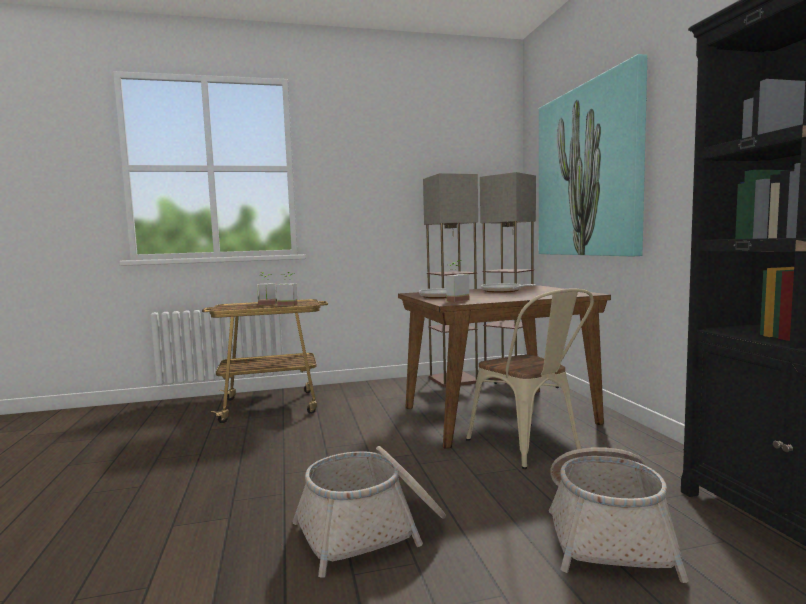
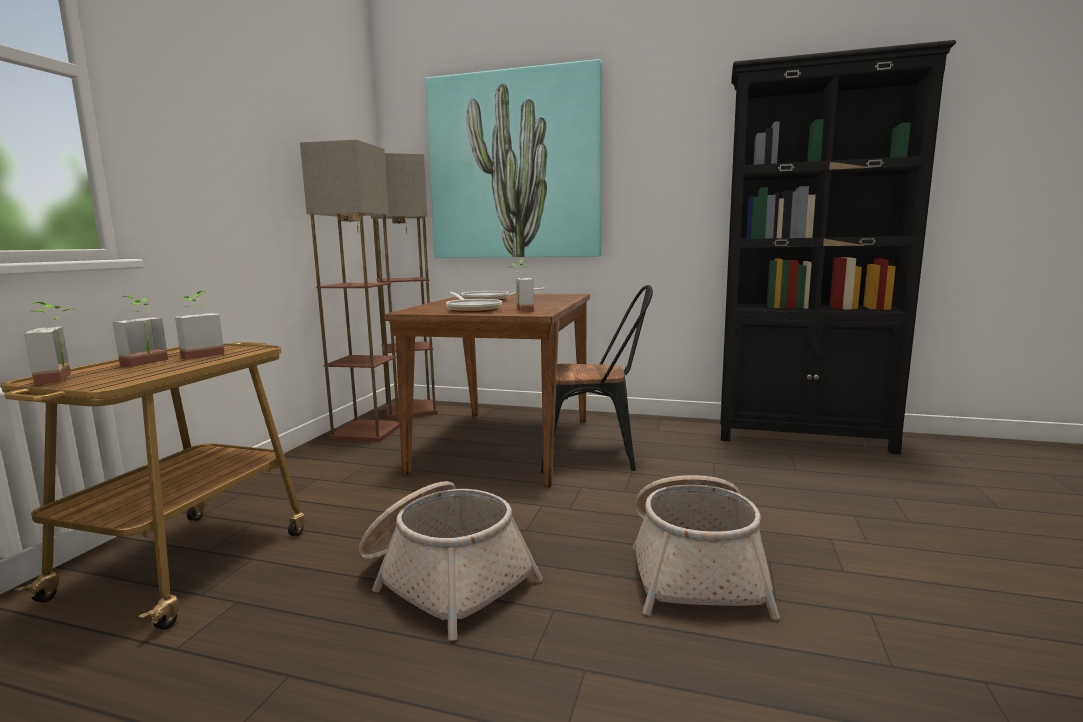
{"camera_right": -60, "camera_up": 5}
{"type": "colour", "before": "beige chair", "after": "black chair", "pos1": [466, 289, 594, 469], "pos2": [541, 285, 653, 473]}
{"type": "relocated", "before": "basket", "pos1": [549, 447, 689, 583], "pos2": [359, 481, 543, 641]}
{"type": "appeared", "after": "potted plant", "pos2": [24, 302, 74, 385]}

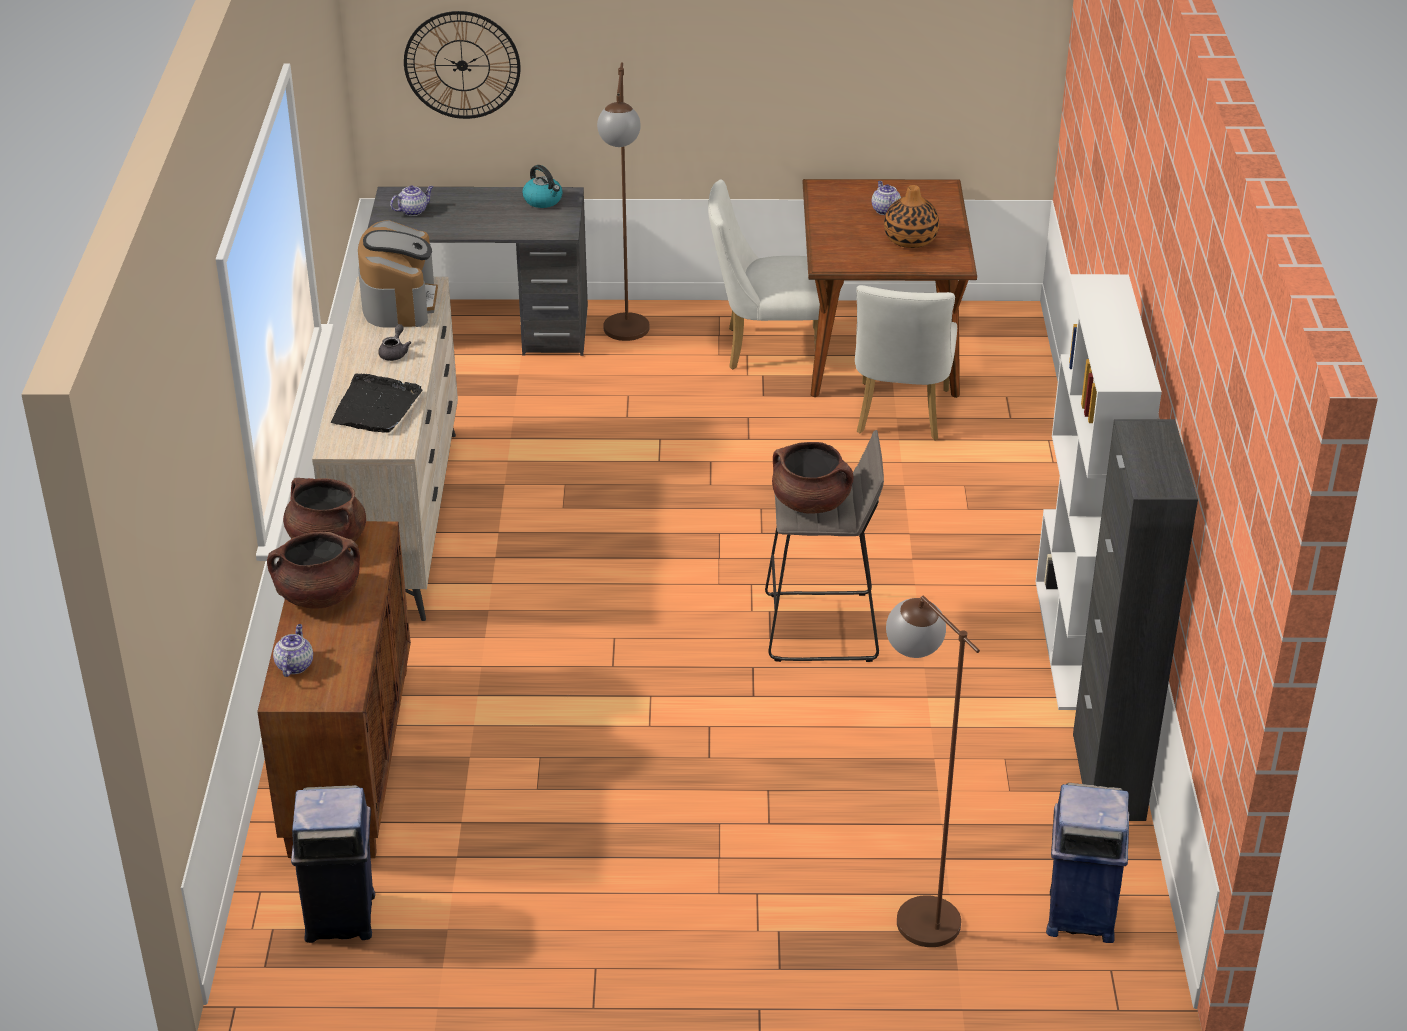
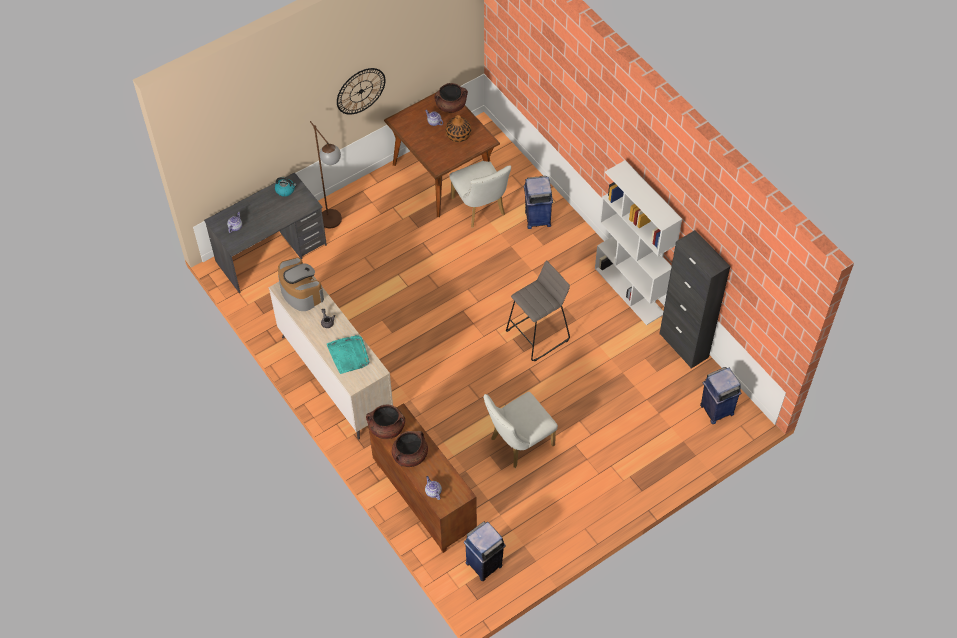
{"camera_right": -35, "camera_up": 20}
{"type": "colour", "before": "black tray", "after": "turquoise tray", "pos1": [330, 374, 423, 433], "pos2": [327, 335, 370, 374]}
{"type": "relocated", "before": "wall clock", "pos1": [404, 11, 520, 119], "pos2": [337, 68, 386, 114]}
{"type": "relocated", "before": "white chair", "pos1": [708, 180, 820, 369], "pos2": [484, 392, 558, 468]}
{"type": "relocated", "before": "brown cooking pot", "pos1": [772, 442, 853, 513], "pos2": [434, 83, 468, 113]}
{"type": "missing", "before": "brown floor lamp", "pos1": [886, 595, 980, 947]}
{"type": "appeared", "after": "blue trash can", "pos2": [524, 176, 553, 229]}

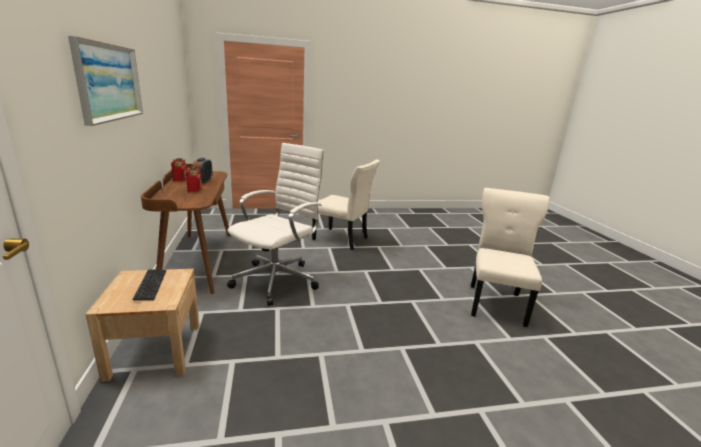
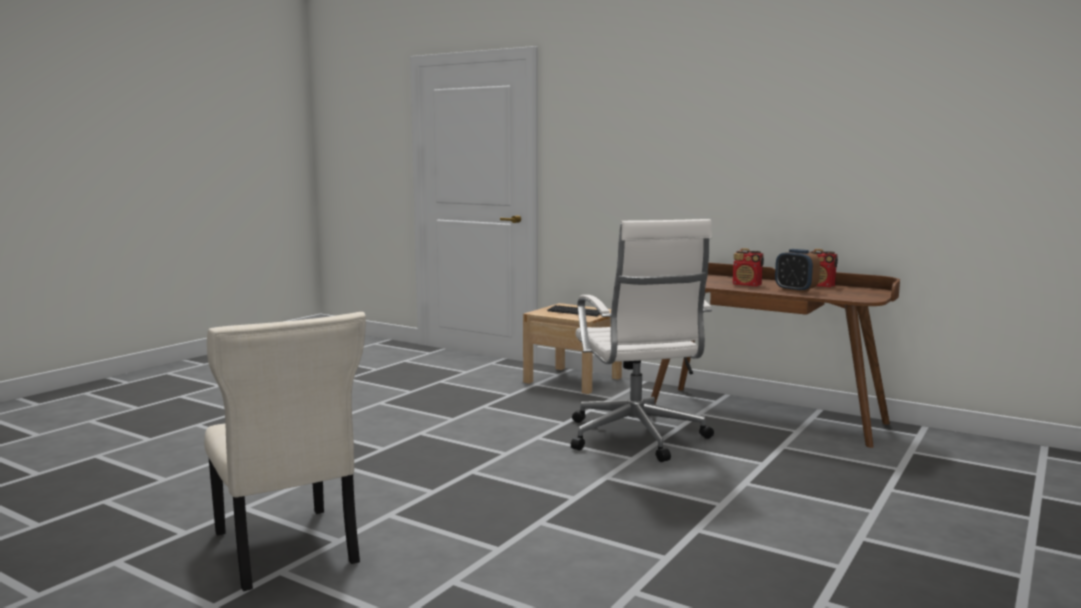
{"camera_right": 135, "camera_up": -10}
{"type": "missing", "before": "picture", "pos1": [68, 36, 143, 126]}
{"type": "missing", "before": "beige chair", "pos1": [312, 160, 380, 250]}

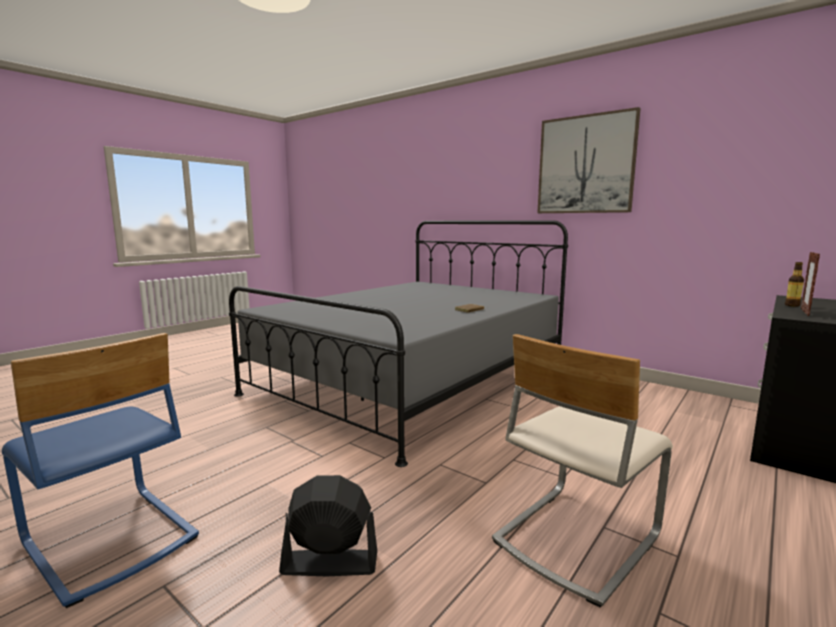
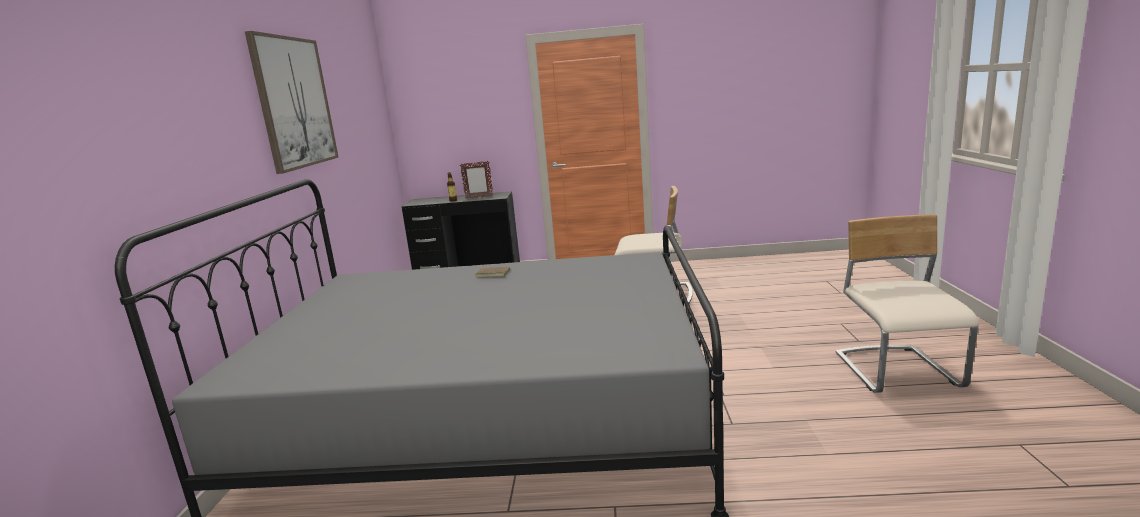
{"camera_right": -125, "camera_up": 5}
{"type": "colour", "before": "blue chair", "after": "beige chair", "pos1": [1, 333, 199, 608], "pos2": [835, 214, 979, 393]}
{"type": "missing", "before": "black fan", "pos1": [279, 475, 377, 576]}

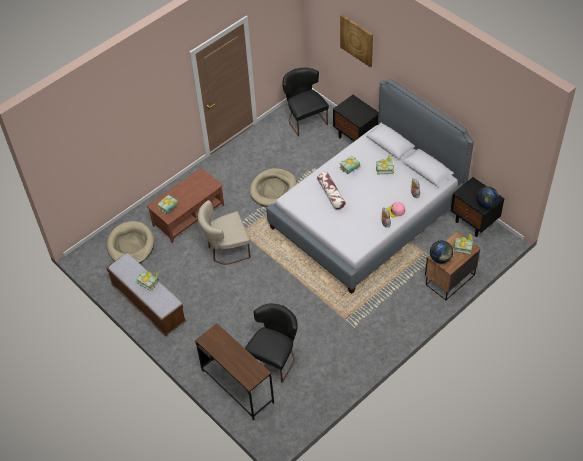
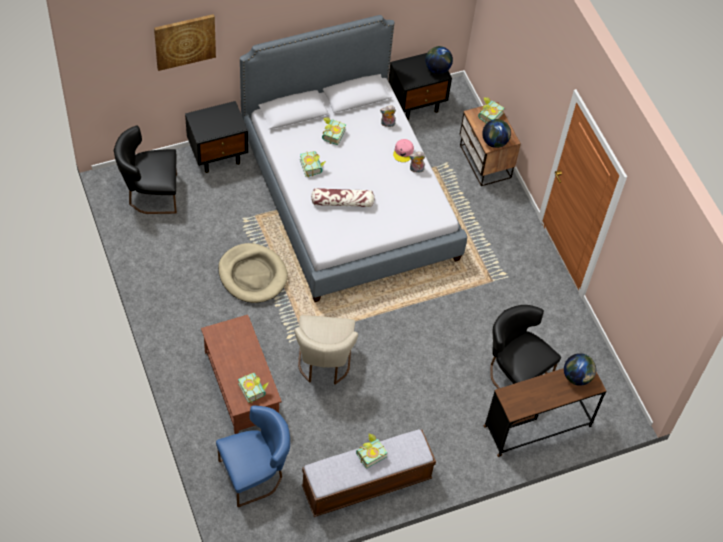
{"camera_right": -75, "camera_up": 5}
{"type": "exchanged", "before": "beige dog bed", "after": "blue chair", "pos1": [107, 221, 154, 263], "pos2": [216, 406, 290, 507]}
{"type": "appeared", "after": "globe", "pos2": [564, 353, 596, 386]}

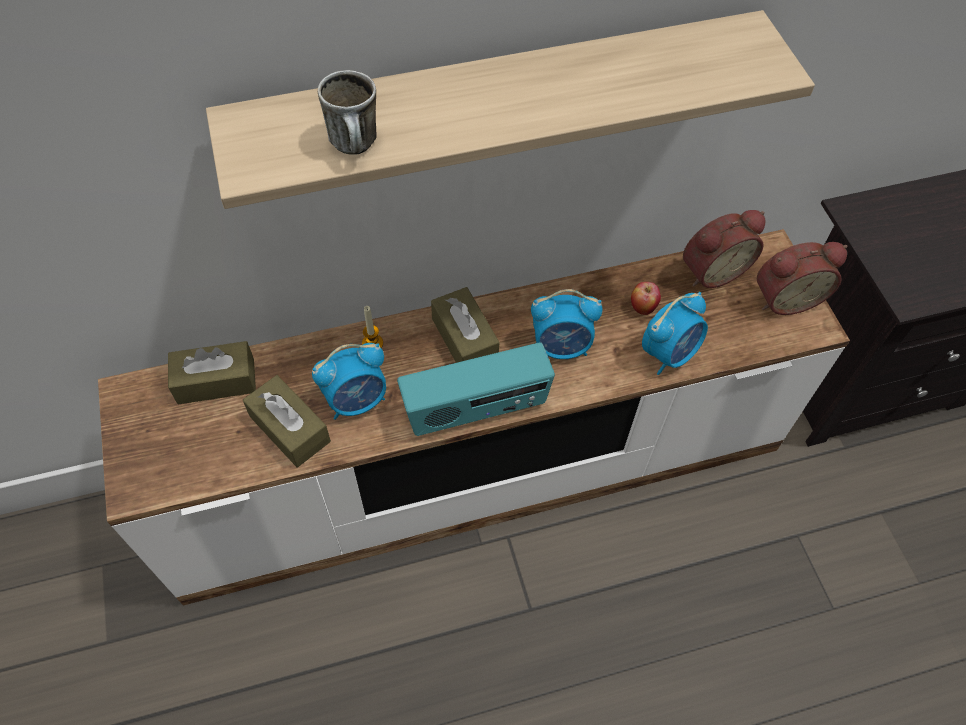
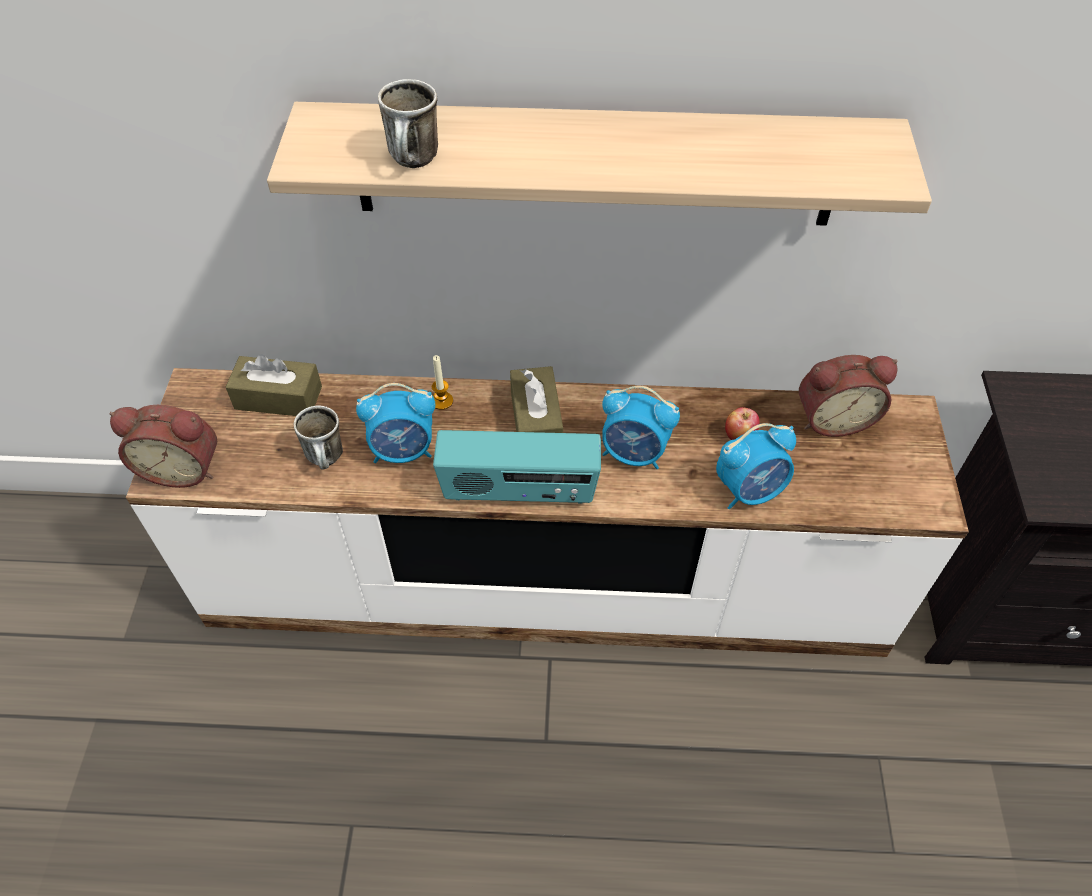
{"camera_right": 20, "camera_up": -5}
{"type": "exchanged", "before": "brown tissue box", "after": "mug", "pos1": [243, 375, 331, 467], "pos2": [294, 405, 343, 469]}
{"type": "relocated", "before": "alarm clock", "pos1": [757, 242, 847, 315], "pos2": [110, 405, 217, 488]}

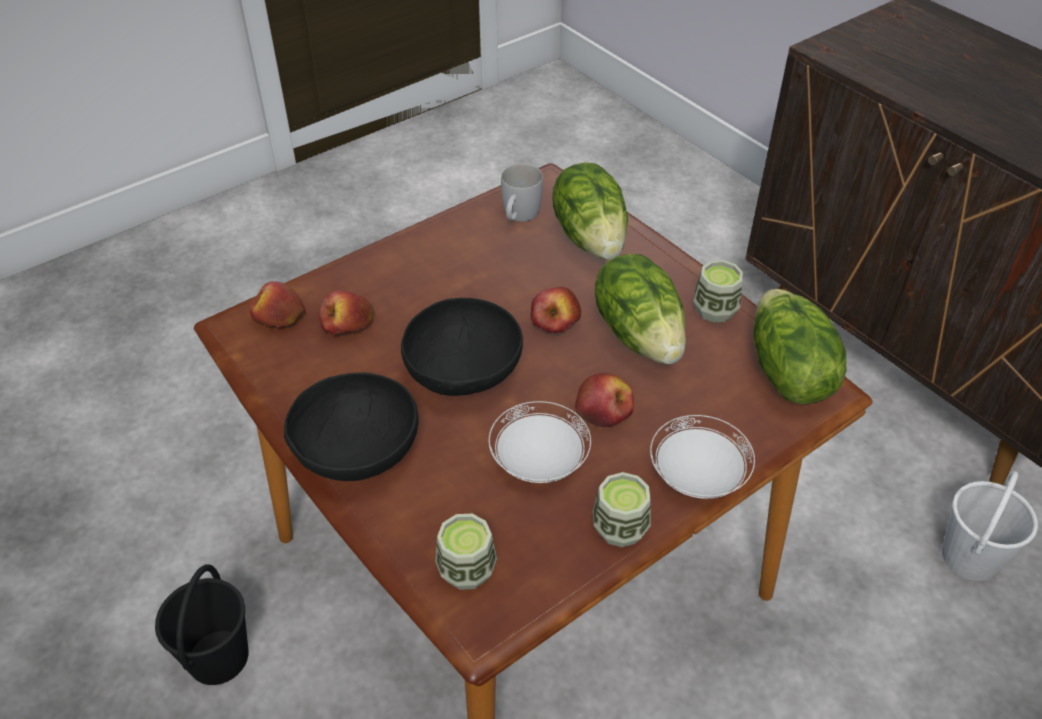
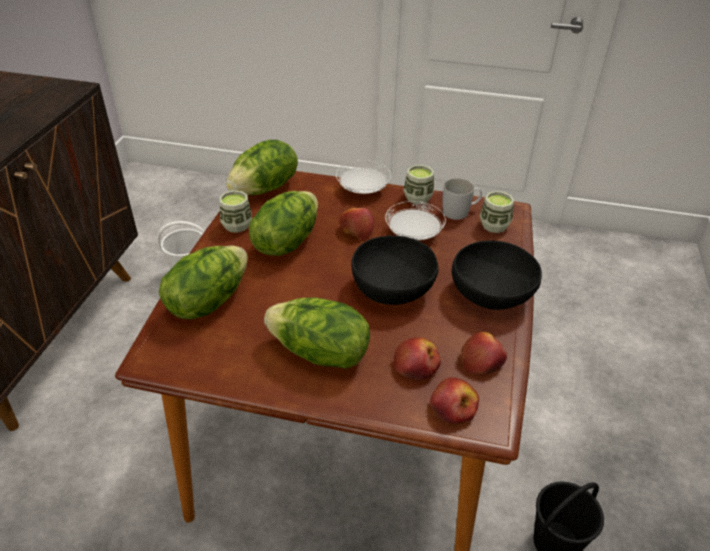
{"camera_right": -130, "camera_up": -5}
{"type": "relocated", "before": "white mug", "pos1": [501, 164, 543, 222], "pos2": [442, 178, 482, 220]}
{"type": "relocated", "before": "apple", "pos1": [530, 287, 581, 333], "pos2": [461, 332, 507, 374]}
{"type": "appeared", "after": "lettuce", "pos2": [264, 298, 370, 369]}

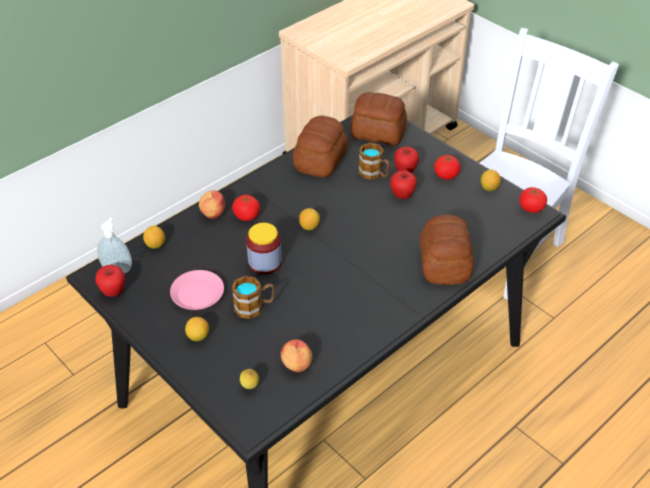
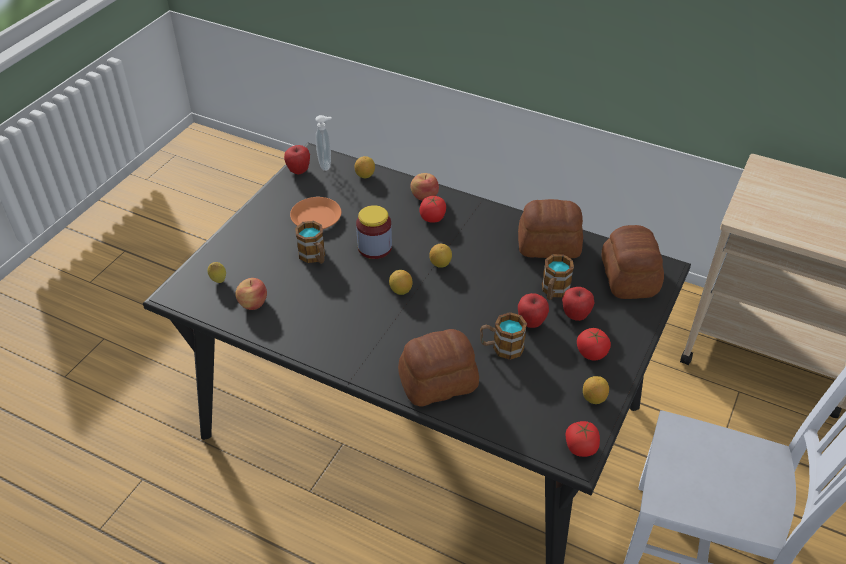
{"camera_right": 70, "camera_up": 0}
{"type": "colour", "before": "pink plate", "after": "orange plate", "pos1": [170, 270, 224, 310], "pos2": [290, 197, 341, 229]}
{"type": "relocated", "before": "lemon", "pos1": [185, 317, 209, 341], "pos2": [389, 270, 412, 295]}
{"type": "appeared", "after": "mug", "pos2": [480, 312, 527, 360]}

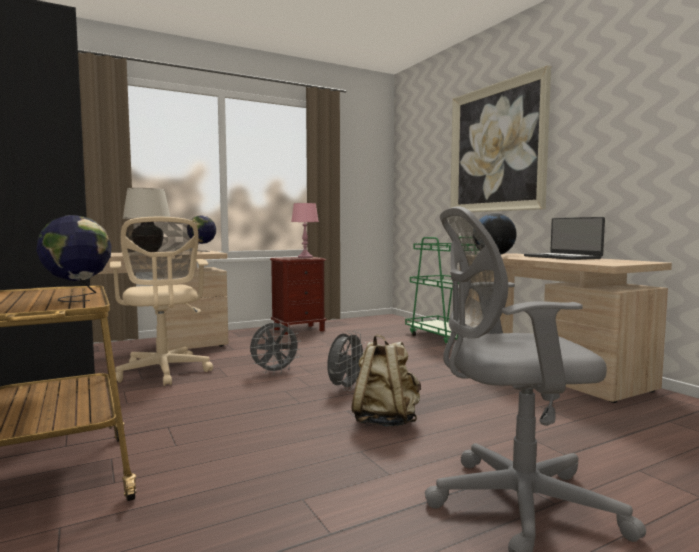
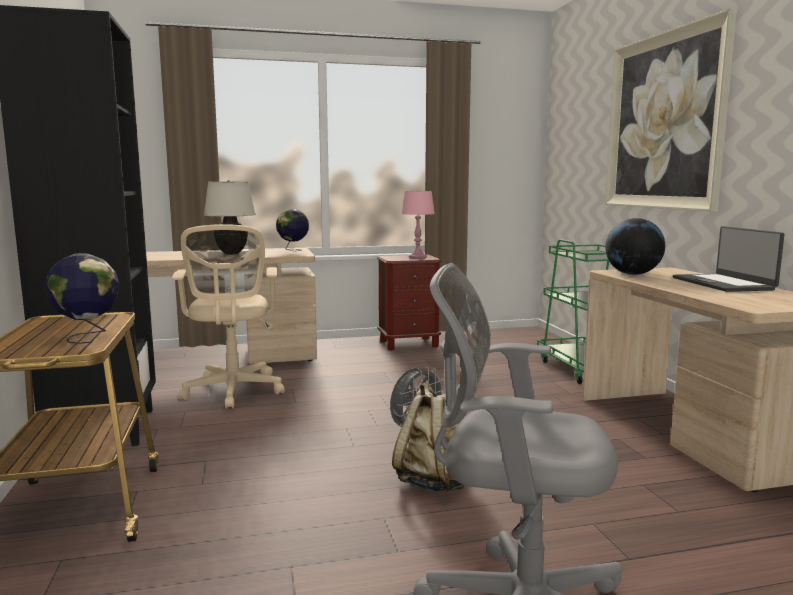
{"camera_right": 15, "camera_up": 5}
{"type": "missing", "before": "grey fan", "pos1": [250, 321, 301, 375]}

